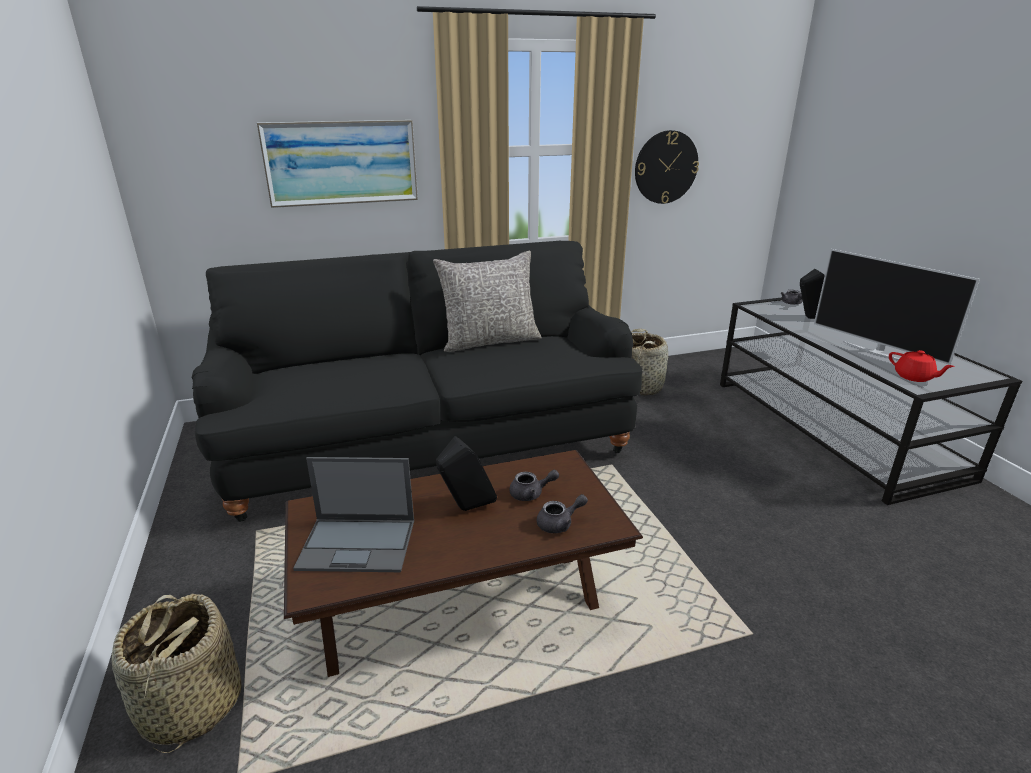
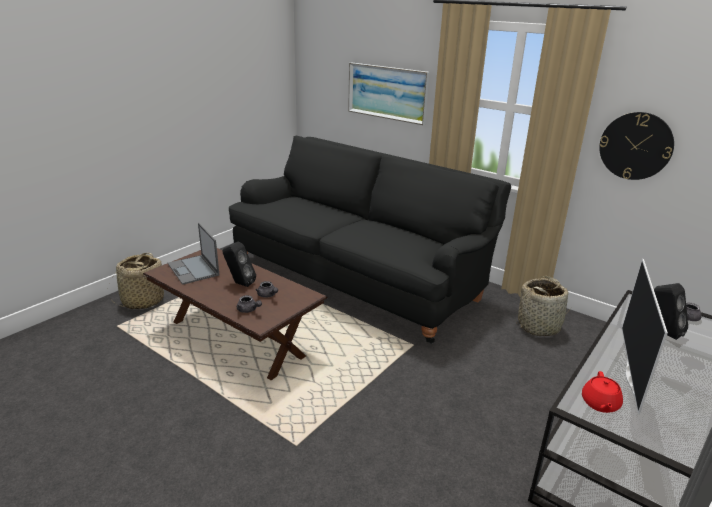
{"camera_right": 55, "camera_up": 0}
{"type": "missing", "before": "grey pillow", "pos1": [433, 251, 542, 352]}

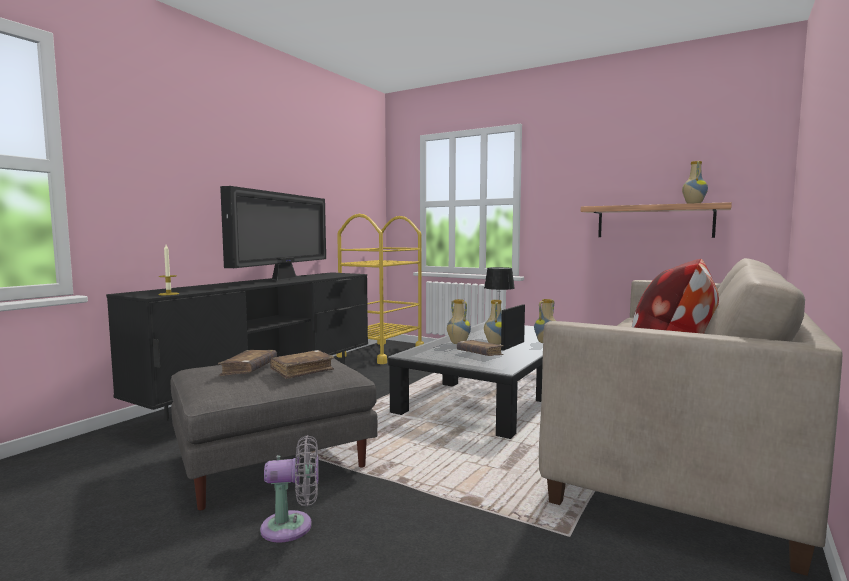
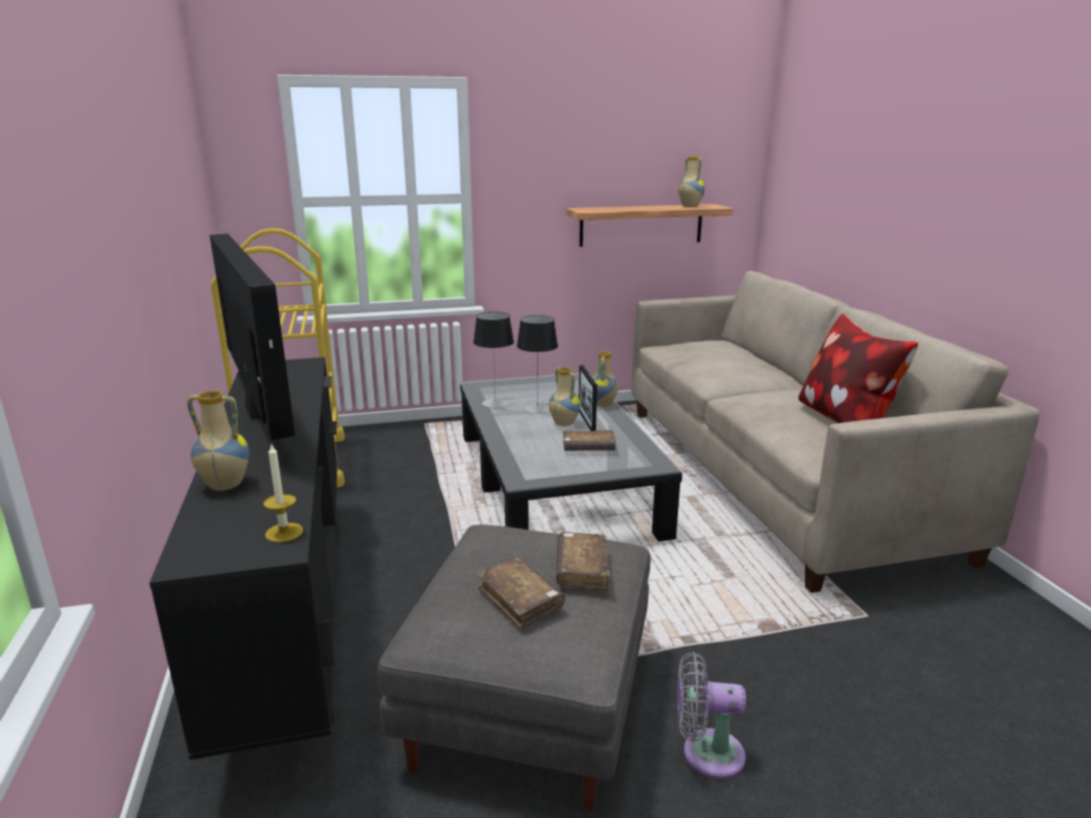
{"camera_right": -45, "camera_up": 15}
{"type": "spun", "before": "grey fan", "pos1": [260, 435, 319, 542], "pos2": [678, 652, 746, 779], "turn": -120}
{"type": "relocated", "before": "vase", "pos1": [447, 299, 471, 344], "pos2": [187, 391, 249, 490]}
{"type": "appeared", "after": "table lamp", "pos2": [473, 312, 514, 408]}

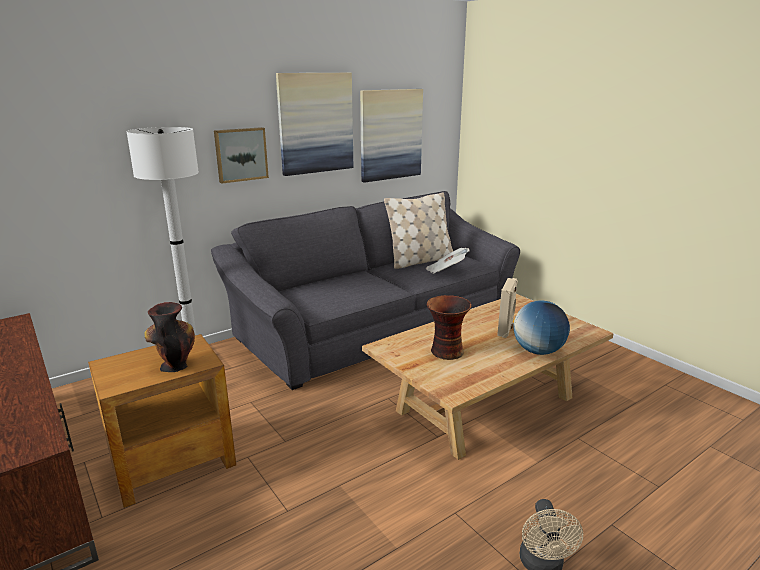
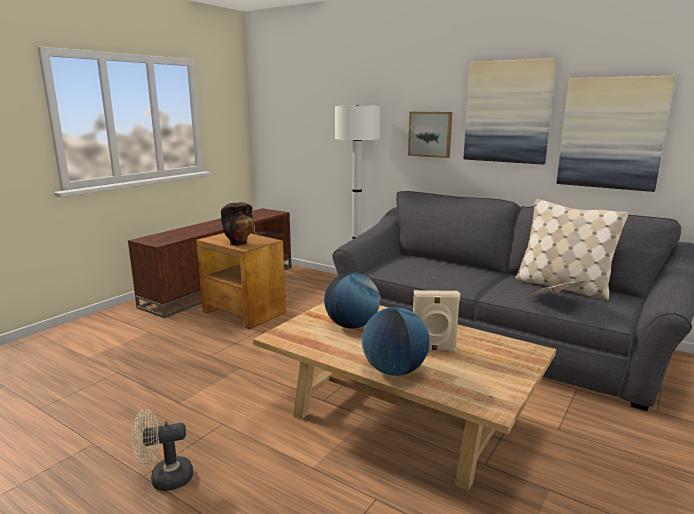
{"camera_right": 70, "camera_up": -5}
{"type": "exchanged", "before": "vase", "after": "globe", "pos1": [427, 295, 472, 360], "pos2": [324, 272, 381, 329]}

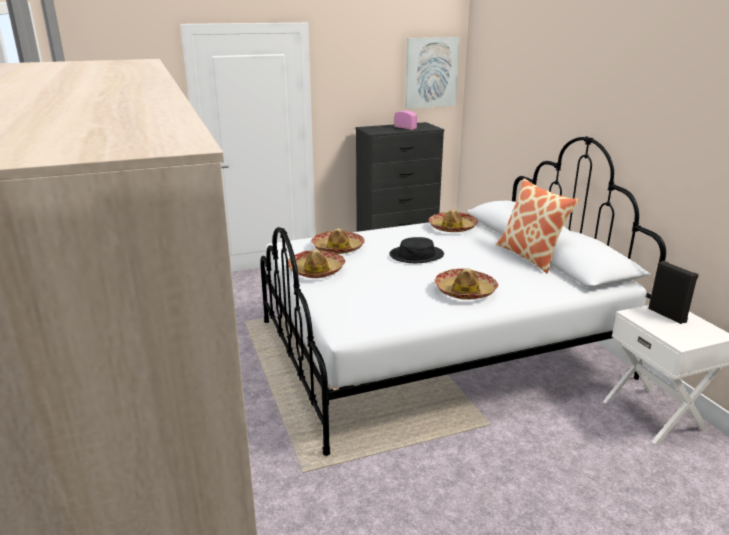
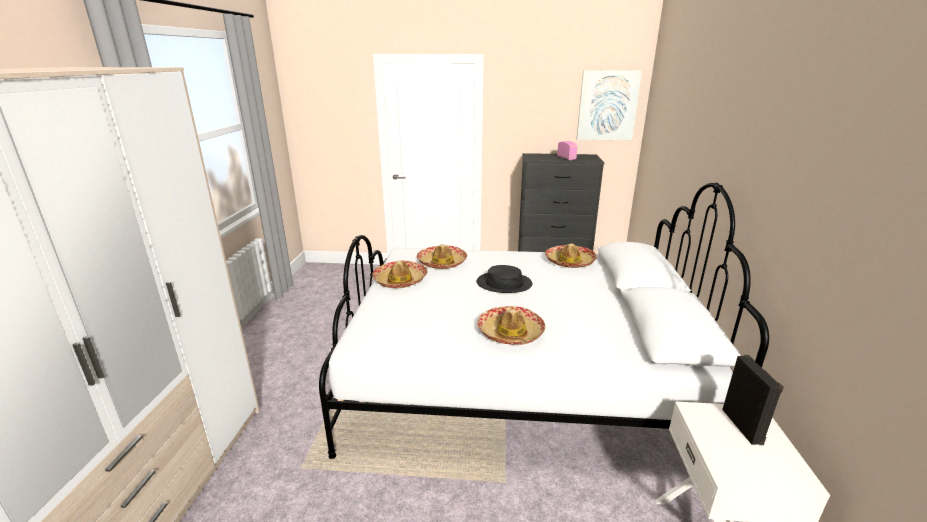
{"camera_right": 25, "camera_up": 0}
{"type": "missing", "before": "pillow", "pos1": [496, 178, 580, 273]}

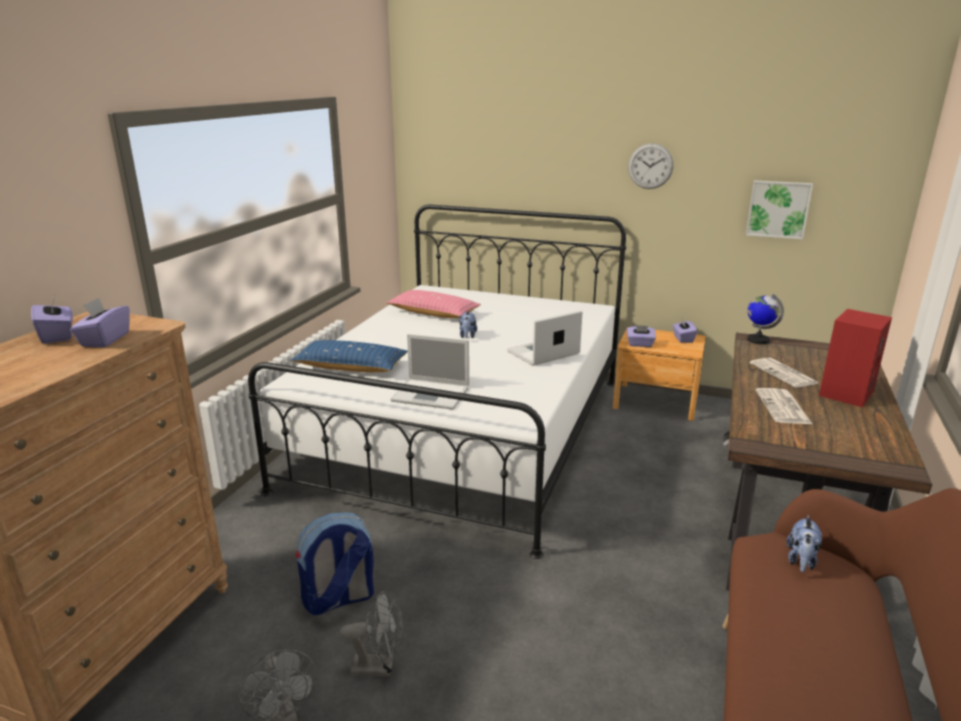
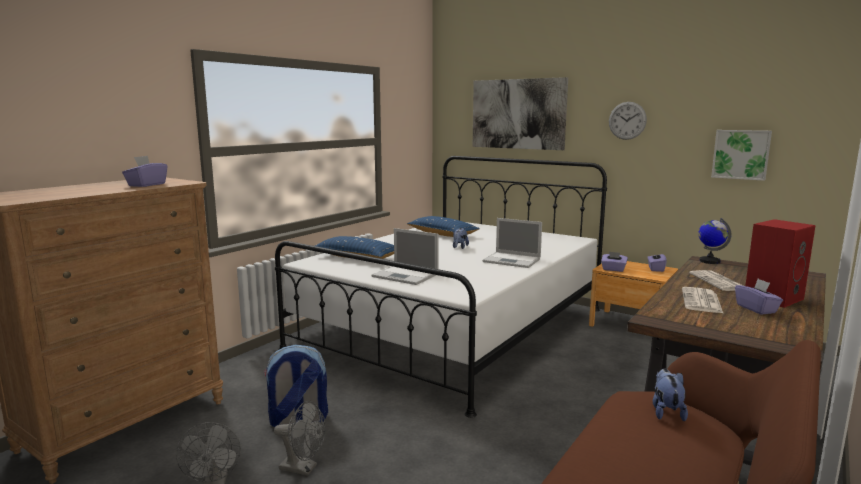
{"camera_right": 15, "camera_up": -10}
{"type": "relocated", "before": "purple tissue box", "pos1": [31, 295, 73, 344], "pos2": [735, 279, 783, 315]}
{"type": "colour", "before": "pink pillow", "after": "blue pillow", "pos1": [386, 290, 481, 318], "pos2": [407, 216, 480, 237]}
{"type": "spun", "before": "laptop", "pos1": [507, 310, 582, 366], "pos2": [483, 218, 542, 268], "turn": -135}
{"type": "spun", "before": "plush toy", "pos1": [786, 515, 822, 572], "pos2": [653, 368, 688, 421], "turn": 150}
{"type": "appeared", "after": "picture", "pos2": [473, 77, 568, 150]}

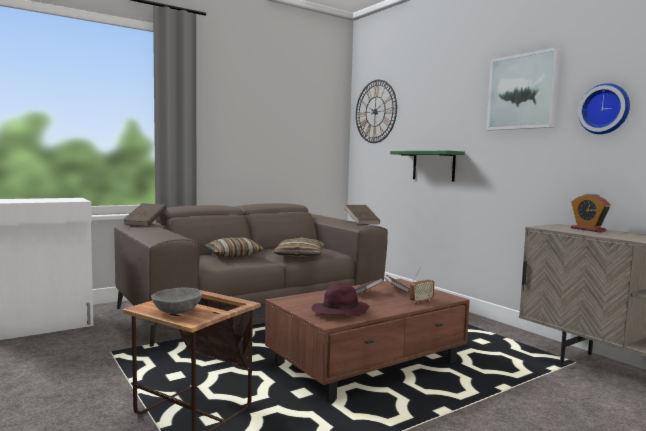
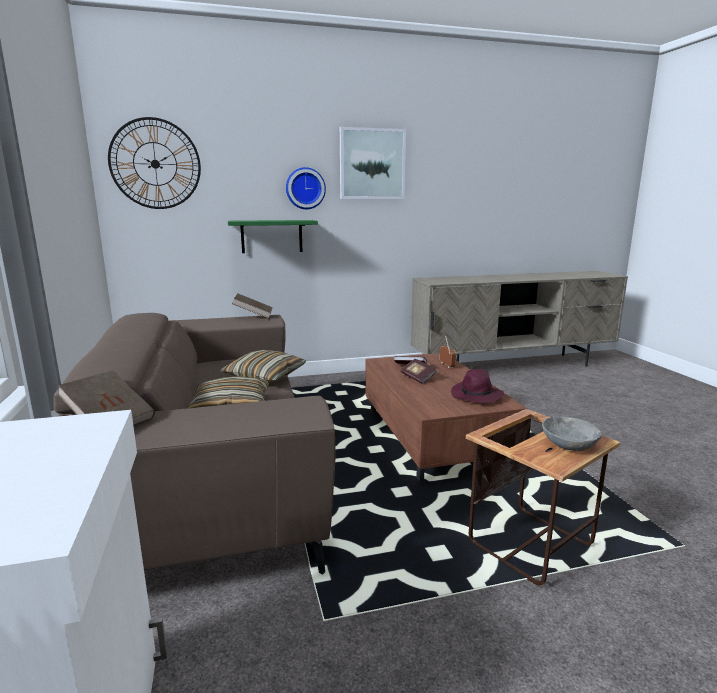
{"camera_right": -70, "camera_up": 10}
{"type": "missing", "before": "alarm clock", "pos1": [571, 194, 610, 232]}
{"type": "relocated", "before": "wall clock", "pos1": [578, 83, 630, 134], "pos2": [286, 167, 326, 209]}

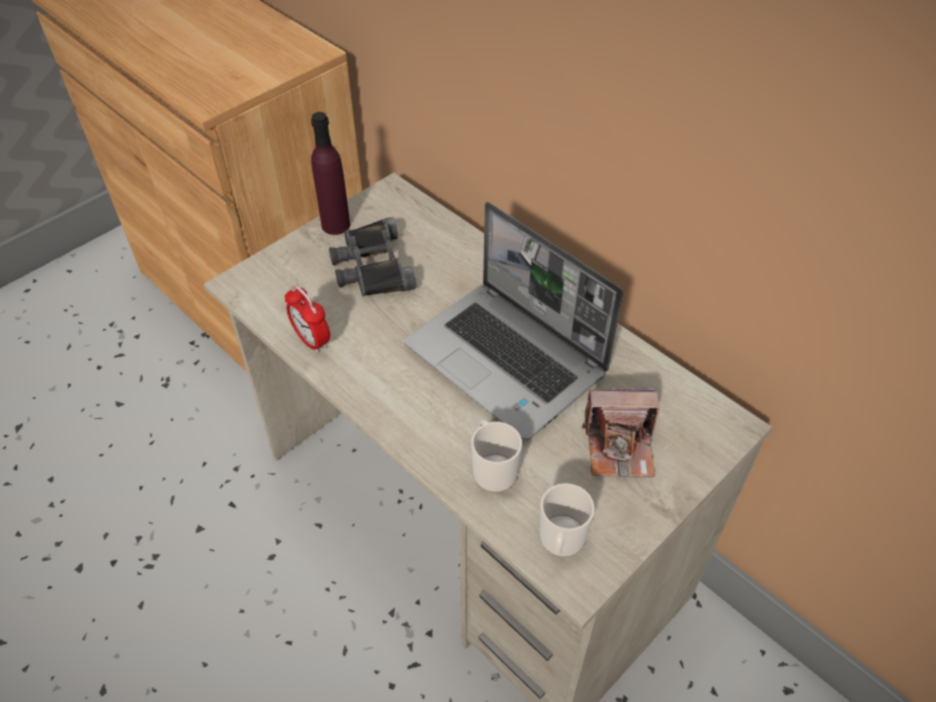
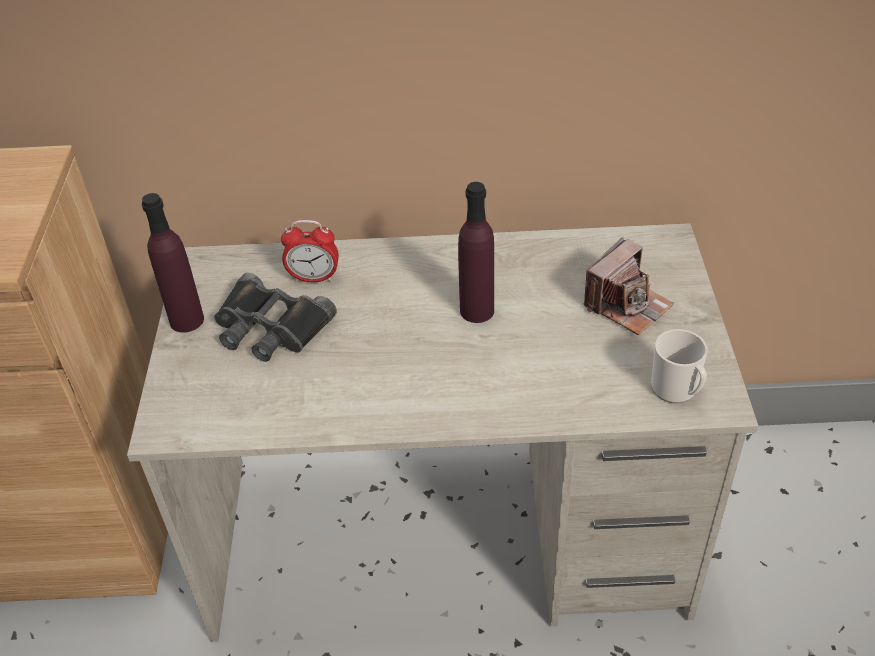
{"camera_right": -45, "camera_up": -5}
{"type": "relocated", "before": "alarm clock", "pos1": [285, 285, 330, 354], "pos2": [281, 220, 339, 282]}
{"type": "exchanged", "before": "laptop", "after": "purple bottle", "pos1": [404, 202, 623, 440], "pos2": [458, 182, 494, 323]}
{"type": "missing", "before": "mug", "pos1": [471, 419, 522, 492]}

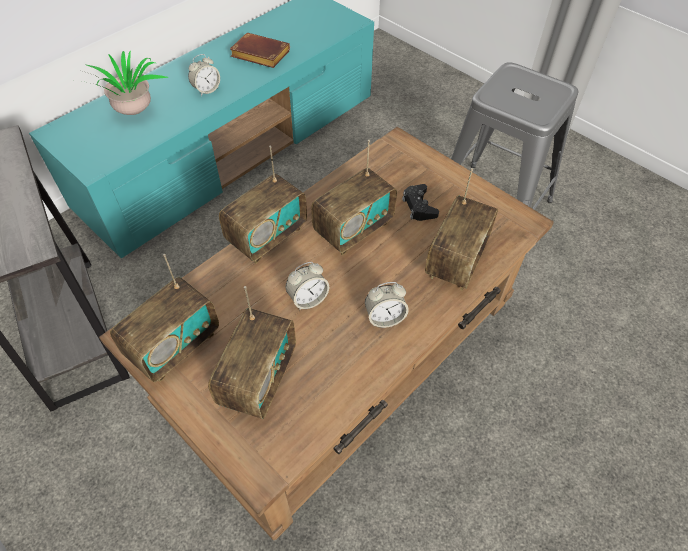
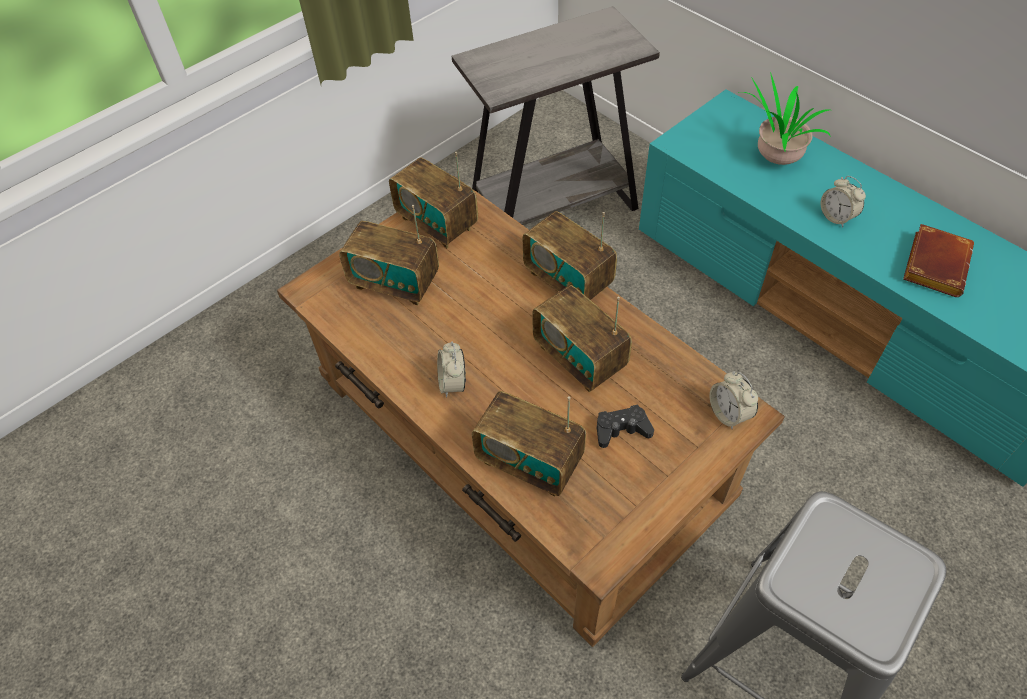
{"camera_right": 95, "camera_up": 0}
{"type": "relocated", "before": "alarm clock", "pos1": [286, 262, 329, 310], "pos2": [710, 371, 758, 429]}

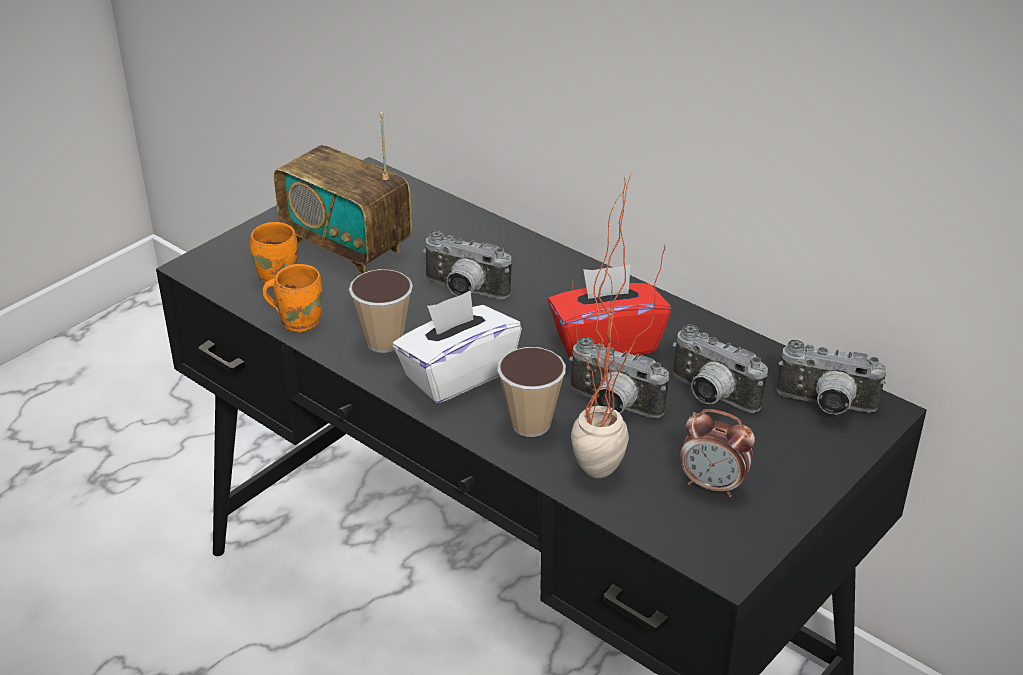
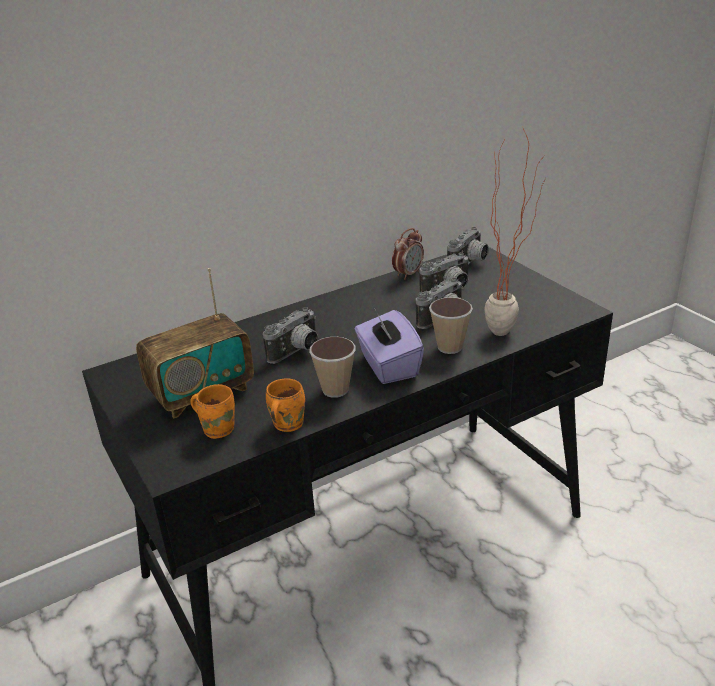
{"camera_right": -70, "camera_up": -5}
{"type": "colour", "before": "white tissue box", "after": "purple tissue box", "pos1": [393, 291, 522, 403], "pos2": [355, 310, 424, 384]}
{"type": "missing", "before": "red tissue box", "pos1": [548, 265, 671, 362]}
{"type": "relocated", "before": "alarm clock", "pos1": [680, 409, 755, 497], "pos2": [392, 228, 424, 280]}

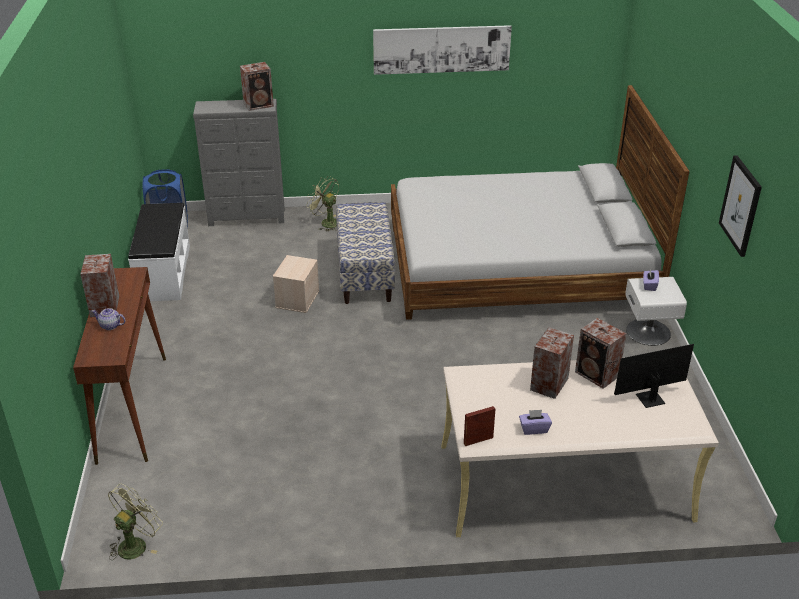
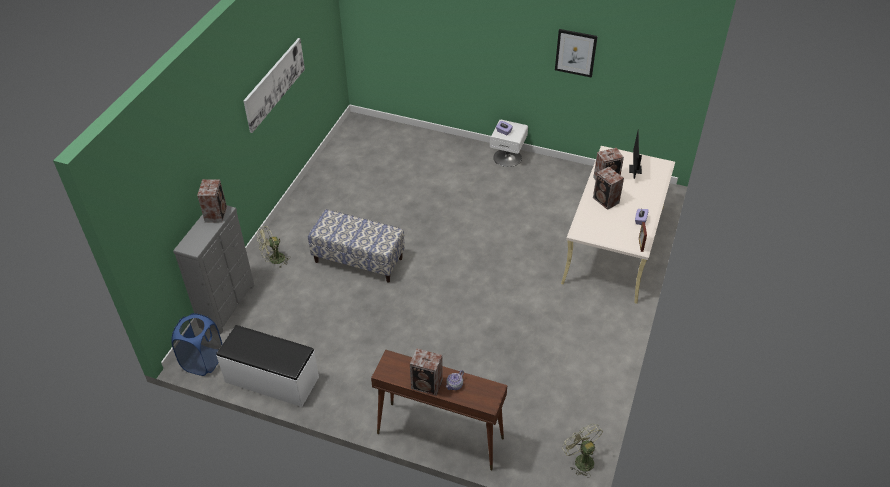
{"camera_right": -65, "camera_up": 10}
{"type": "missing", "before": "beige storage box", "pos1": [273, 255, 319, 313]}
{"type": "missing", "before": "bed", "pos1": [391, 85, 690, 320]}

